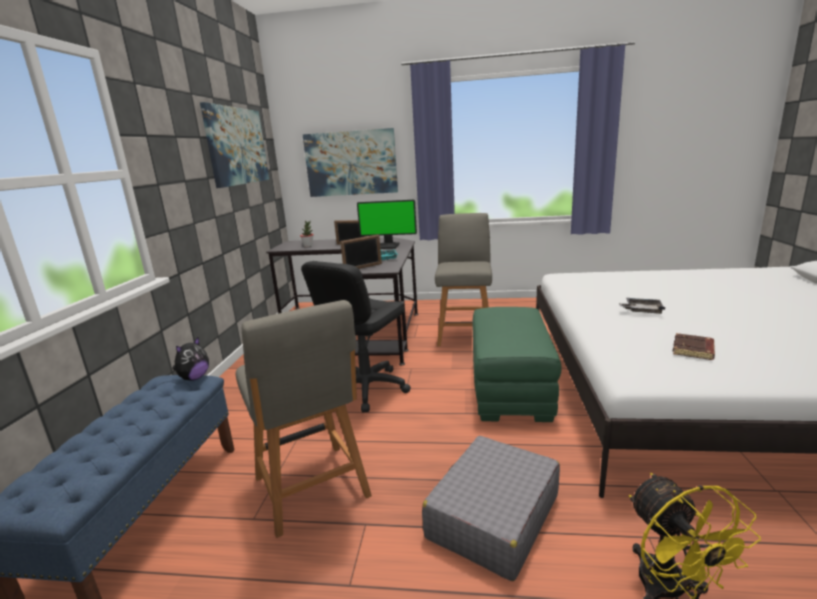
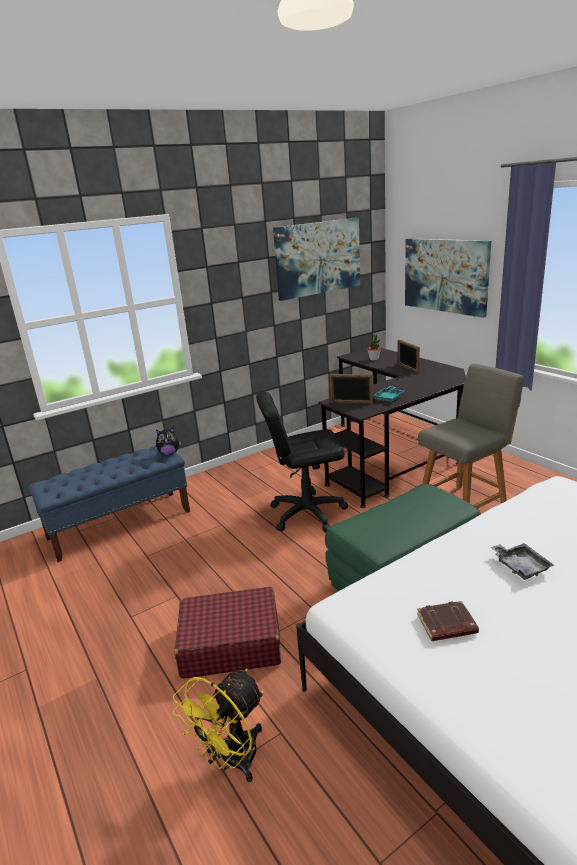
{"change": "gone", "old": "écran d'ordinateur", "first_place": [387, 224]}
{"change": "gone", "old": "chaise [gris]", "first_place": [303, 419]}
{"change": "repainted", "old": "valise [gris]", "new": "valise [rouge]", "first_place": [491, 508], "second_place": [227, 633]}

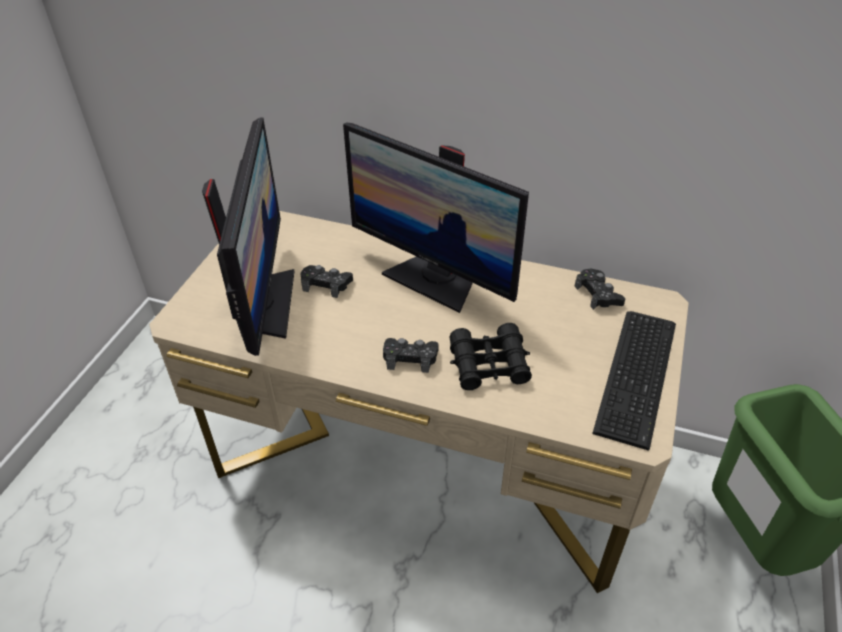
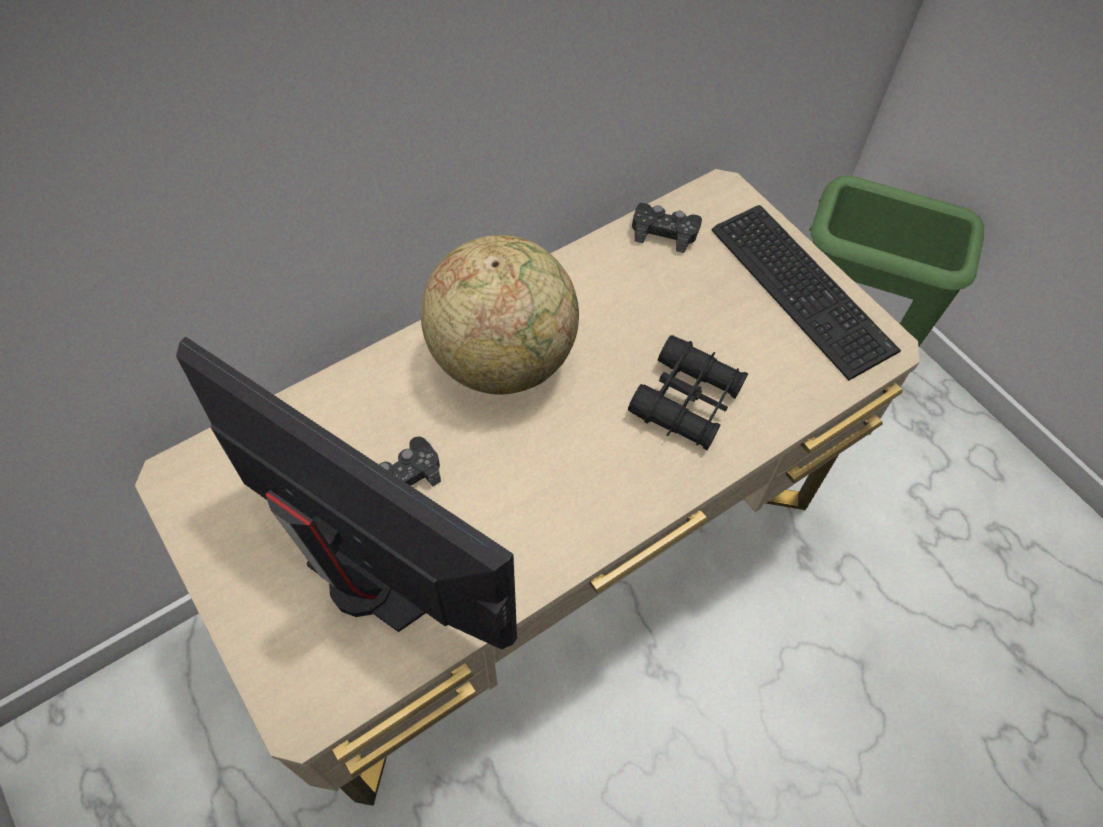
{"change": "swapped", "old": "écran d'ordinateur", "new": "globe", "first_place": [436, 218], "second_place": [500, 315]}
{"change": "gone", "old": "manette [noir]", "first_place": [410, 355]}

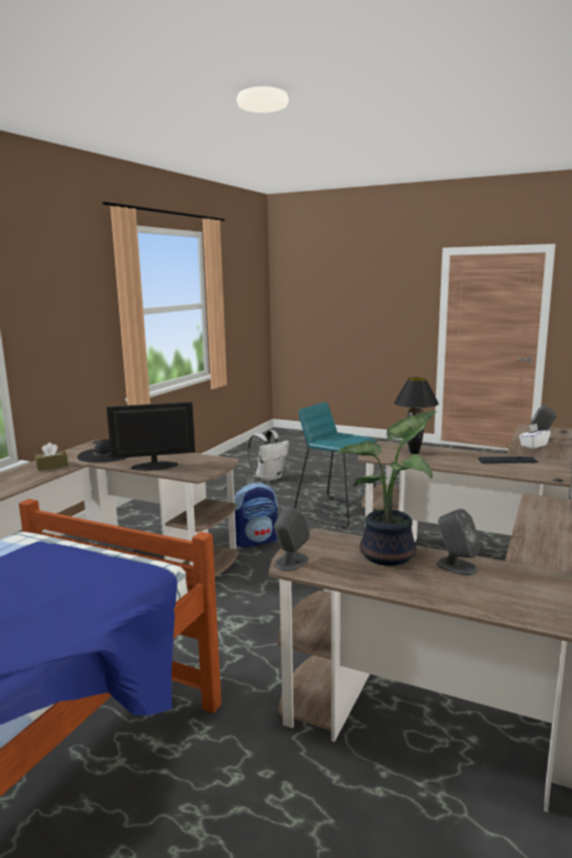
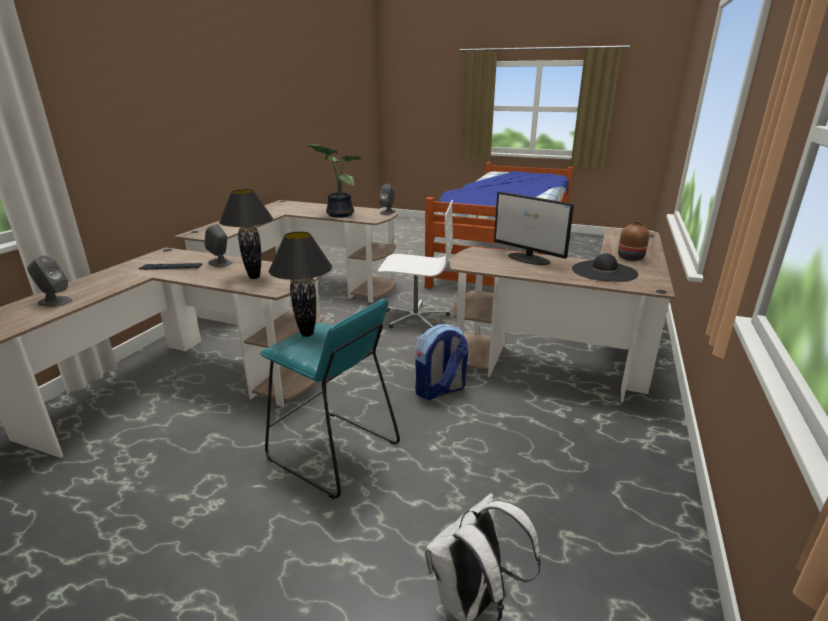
{"change": "rotated", "old": "écran d'ordinateur", "first_place": [150, 436], "second_place": [534, 228], "degrees": 60}
{"change": "gone", "old": "boîte à mouchoirs [blanc]", "first_place": [535, 436]}
{"change": "swapped", "old": "boîte à mouchoirs [marron]", "new": "vase [marron]", "first_place": [51, 457], "second_place": [633, 241]}
{"change": "shifted", "old": "enceinte [gris]", "first_place": [458, 542], "second_place": [218, 245]}
{"change": "new", "new": "chaise de bureau [blanc]", "second_place": [415, 264]}
{"change": "new", "new": "lampe de table [noir]", "second_place": [300, 284]}

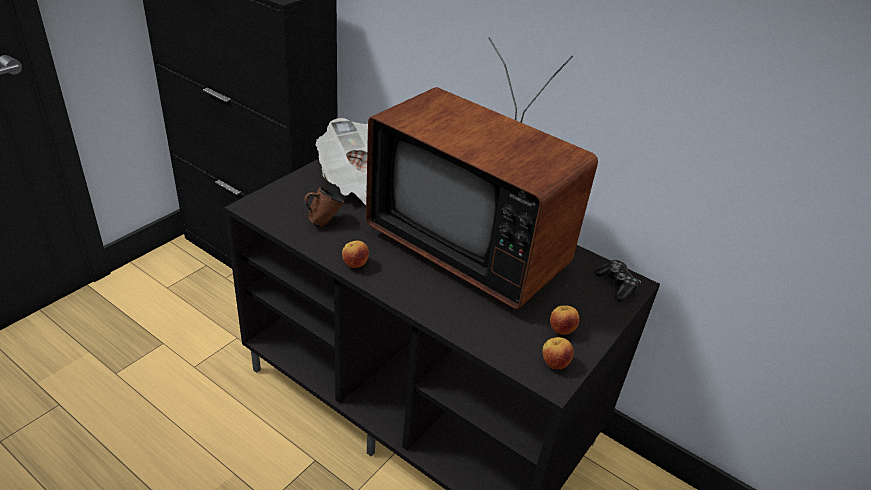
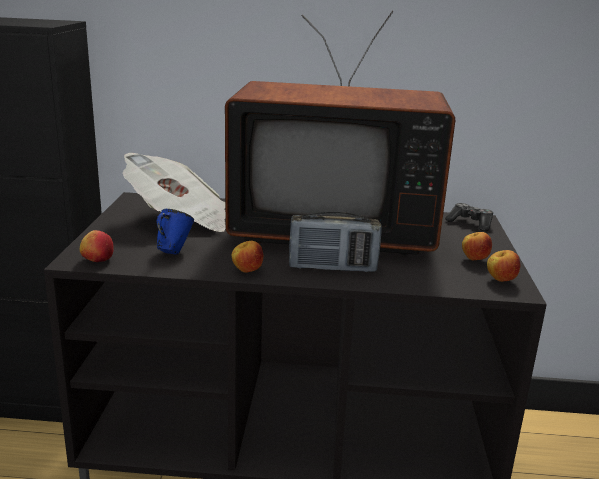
{"change": "repainted", "old": "mug [marron]", "new": "mug [bleu]", "first_place": [324, 207], "second_place": [175, 232]}
{"change": "new", "new": "radio", "second_place": [335, 242]}
{"change": "new", "new": "pomme", "second_place": [97, 246]}

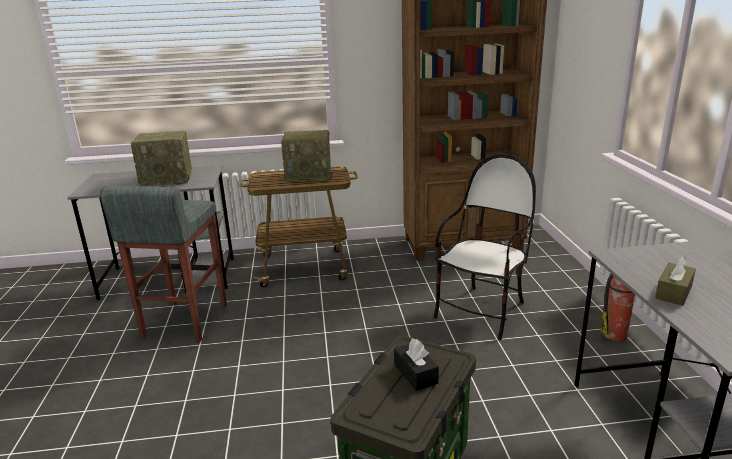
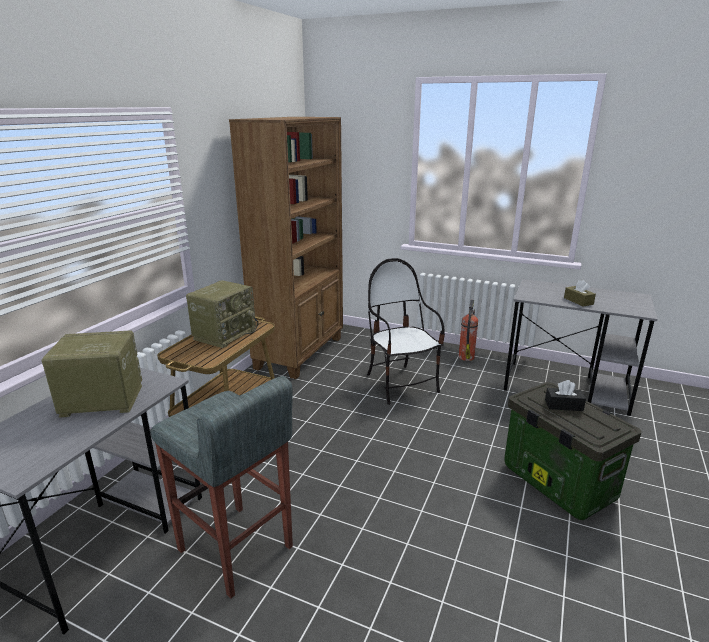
{"change": "rotated", "old": "radio", "first_place": [161, 158], "second_place": [91, 374], "degrees": -120}

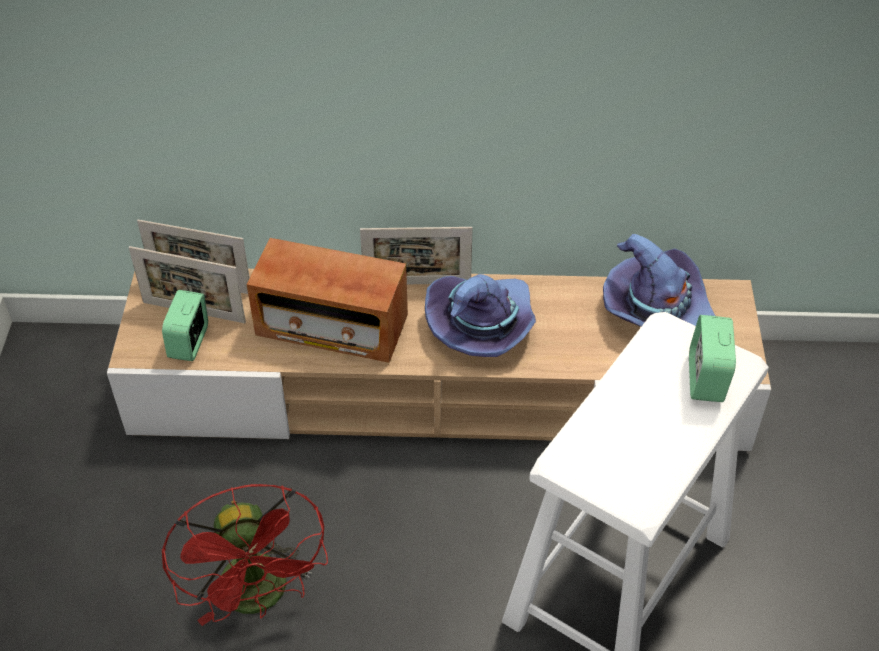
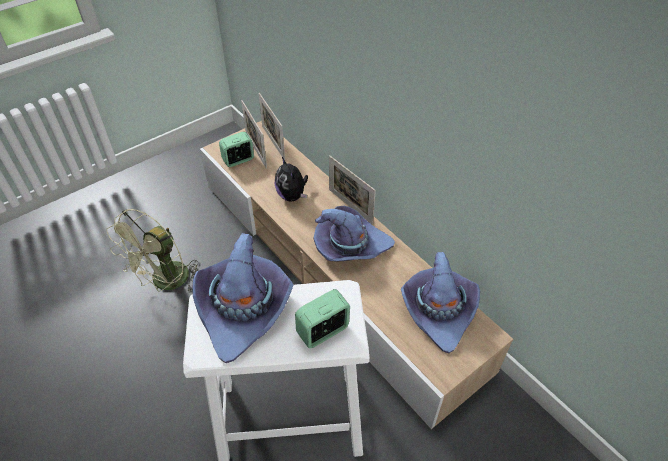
{"change": "swapped", "old": "radio", "new": "peluche", "first_place": [327, 300], "second_place": [291, 179]}
{"change": "repainted", "old": "ventilateur [rouge]", "new": "ventilateur [vert]", "first_place": [244, 555], "second_place": [152, 251]}
{"change": "new", "new": "chapeau [violet]", "second_place": [243, 298]}

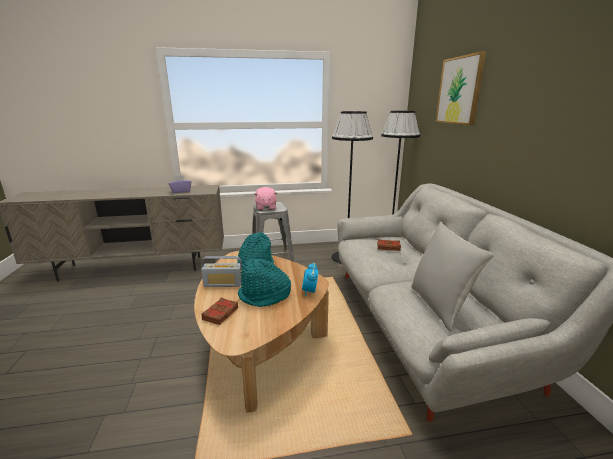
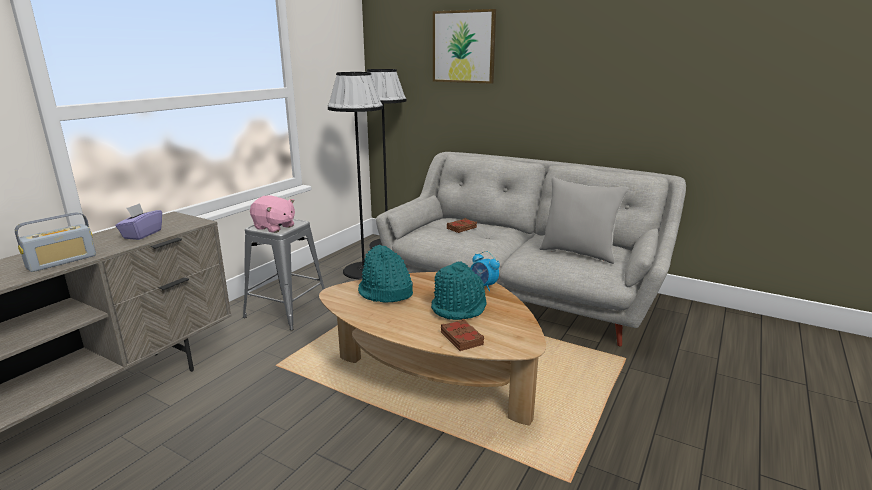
{"change": "shifted", "old": "radio", "first_place": [221, 271], "second_place": [55, 242]}

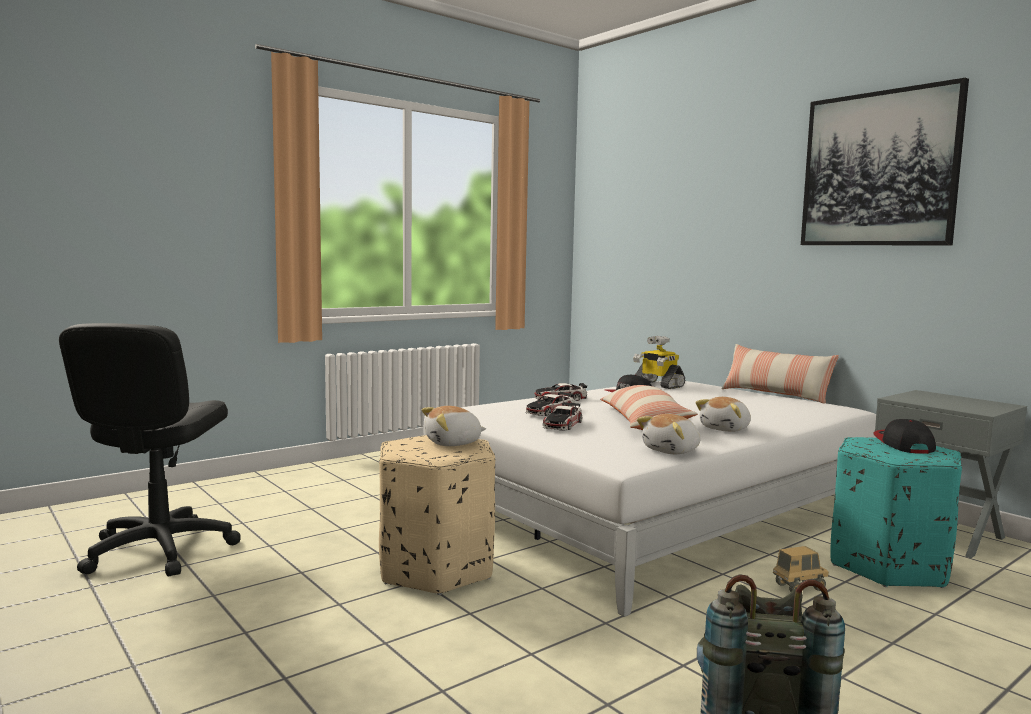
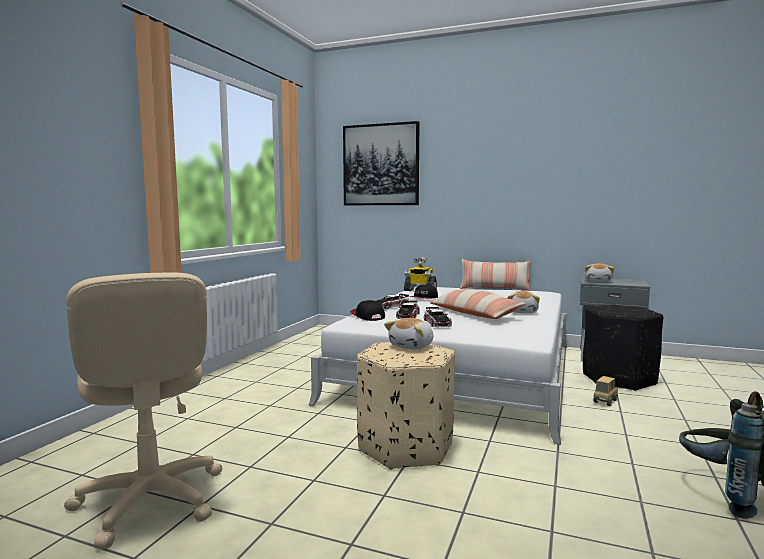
{"change": "shifted", "old": "tableau", "first_place": [885, 161], "second_place": [381, 163]}
{"change": "repainted", "old": "chaise de bureau [noir]", "new": "chaise de bureau [beige]", "first_place": [150, 450], "second_place": [143, 411]}
{"change": "shifted", "old": "peluche", "first_place": [669, 434], "second_place": [599, 272]}
{"change": "shifted", "old": "casquette", "first_place": [904, 436], "second_place": [367, 310]}
{"change": "repainted", "old": "pouf [turquoise]", "new": "pouf [noir]", "first_place": [896, 512], "second_place": [623, 348]}

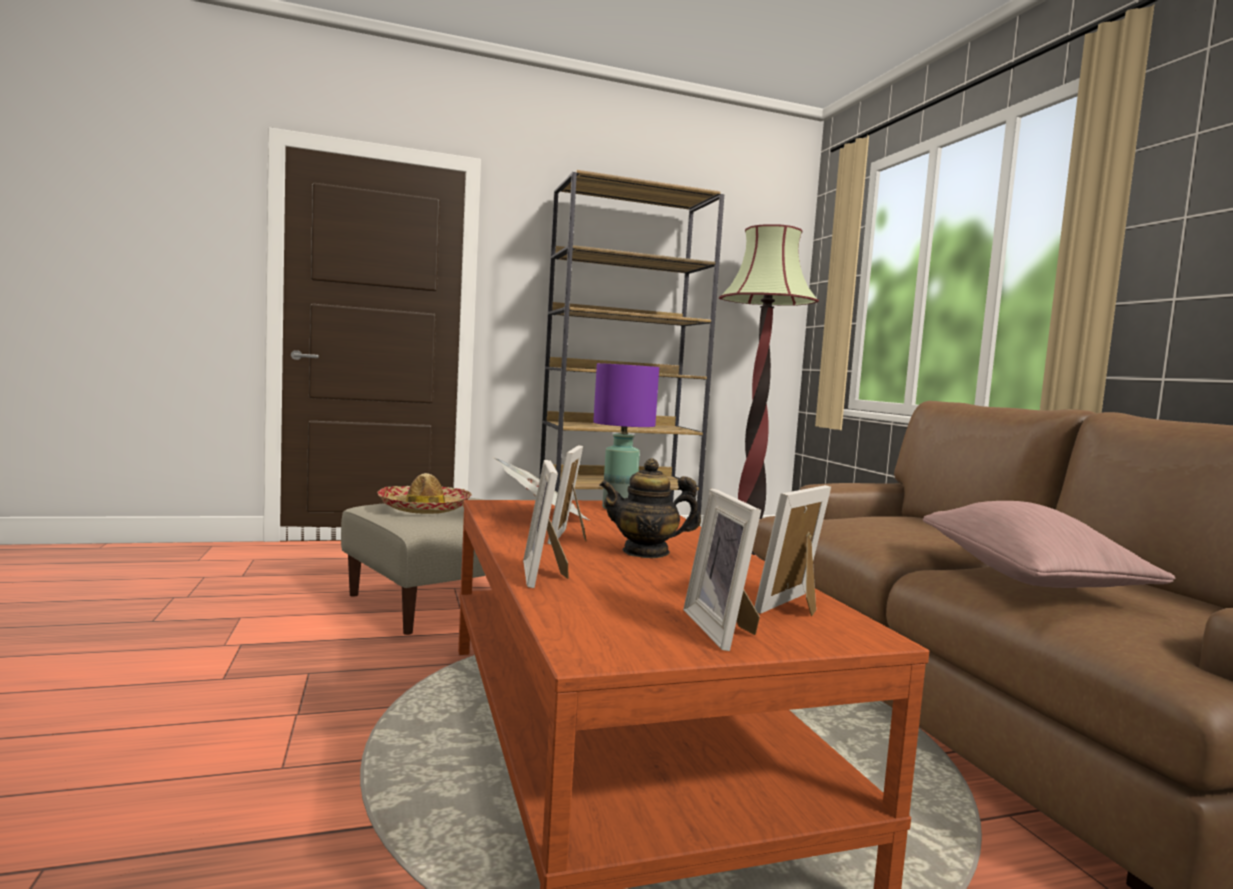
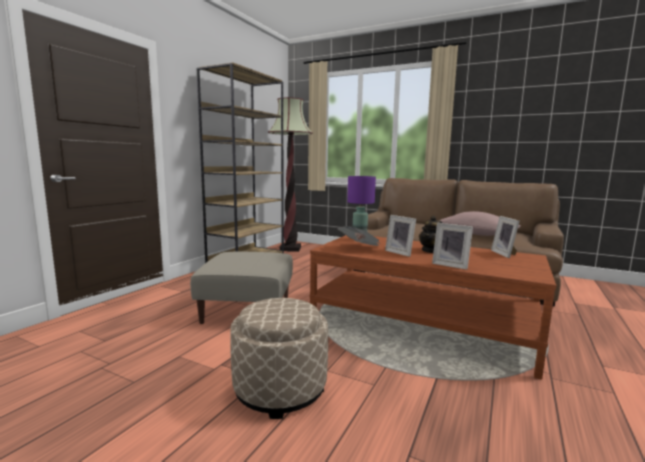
{"change": "gone", "old": "chapeau", "first_place": [424, 493]}
{"change": "gone", "old": "cadre photo", "first_place": [722, 570]}
{"change": "new", "new": "pouf [beige]", "second_place": [279, 358]}

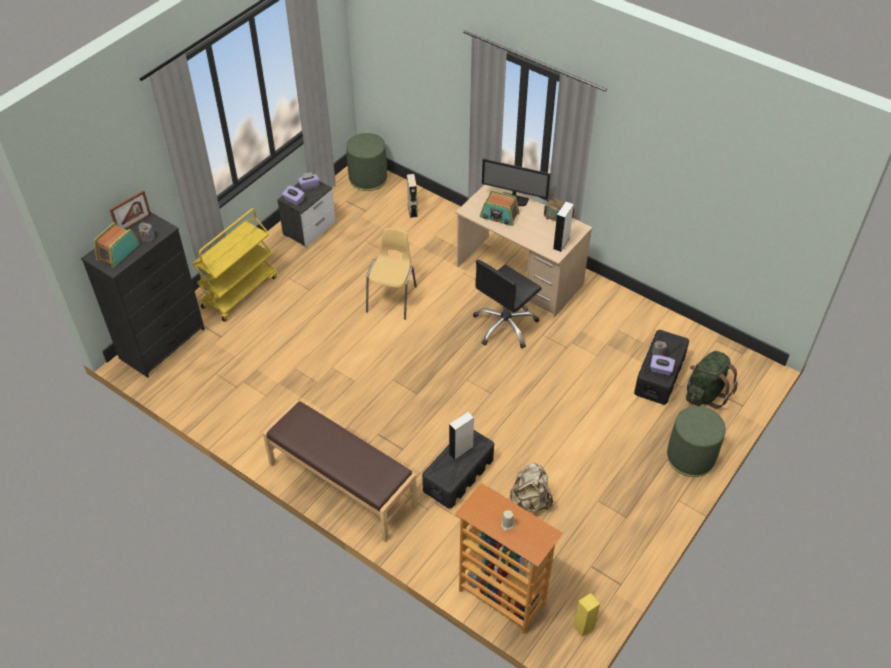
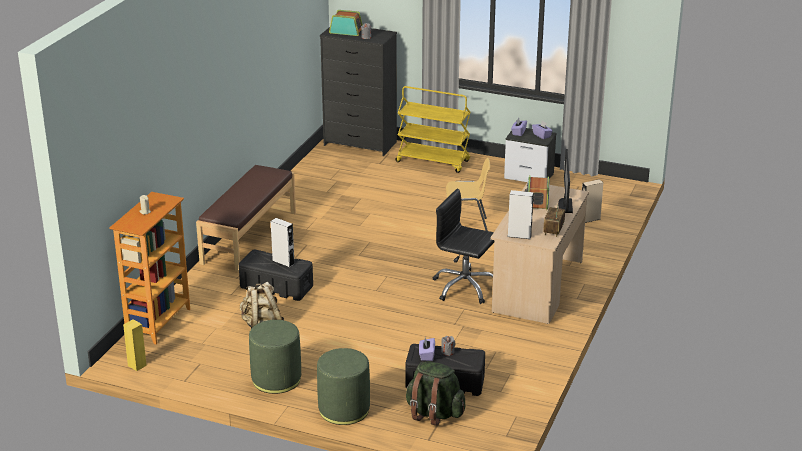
{"change": "shifted", "old": "pouf [vert]", "first_place": [366, 162], "second_place": [275, 357]}
{"change": "gone", "old": "cadre photo", "first_place": [130, 209]}

